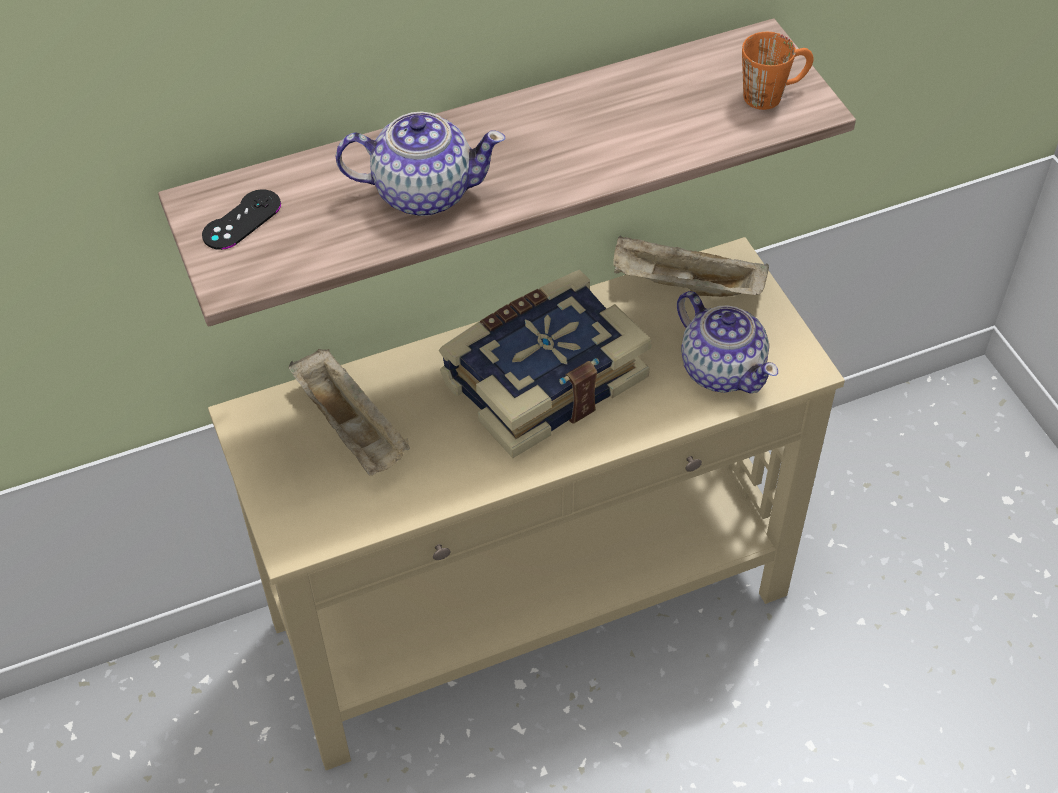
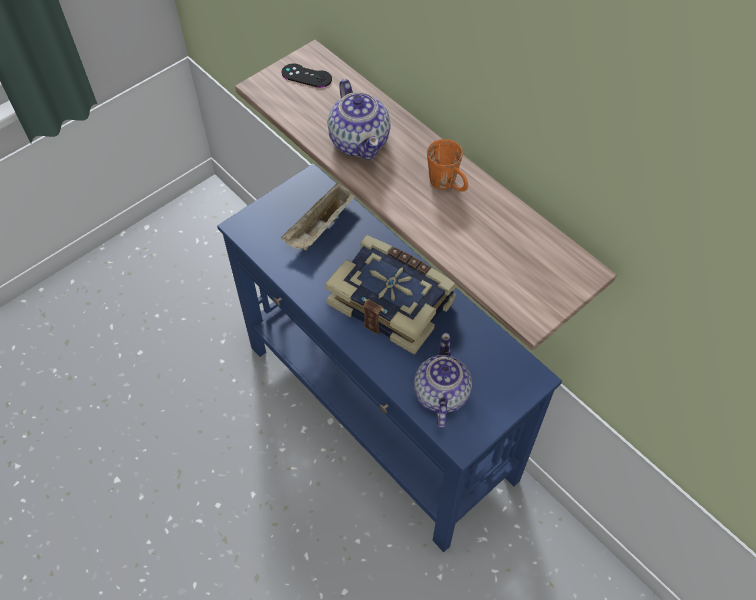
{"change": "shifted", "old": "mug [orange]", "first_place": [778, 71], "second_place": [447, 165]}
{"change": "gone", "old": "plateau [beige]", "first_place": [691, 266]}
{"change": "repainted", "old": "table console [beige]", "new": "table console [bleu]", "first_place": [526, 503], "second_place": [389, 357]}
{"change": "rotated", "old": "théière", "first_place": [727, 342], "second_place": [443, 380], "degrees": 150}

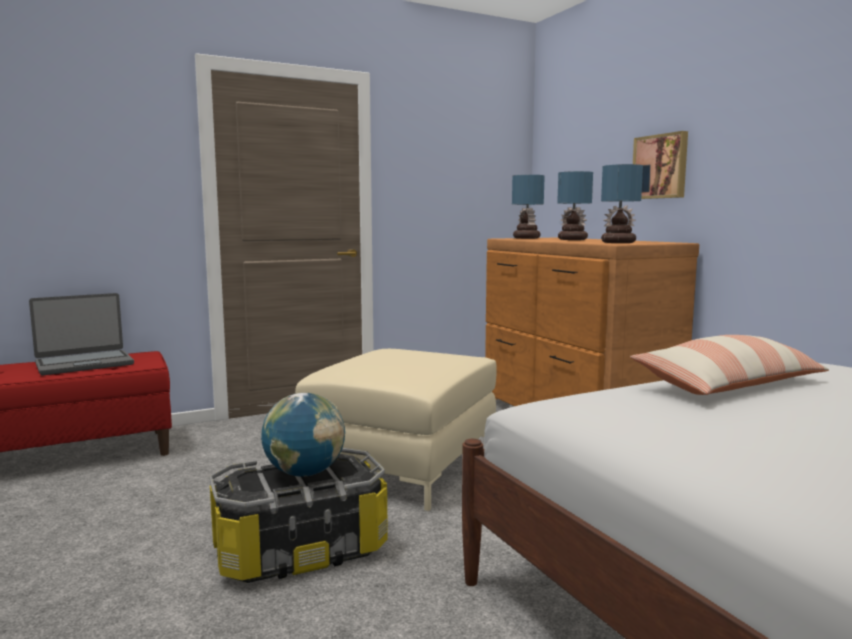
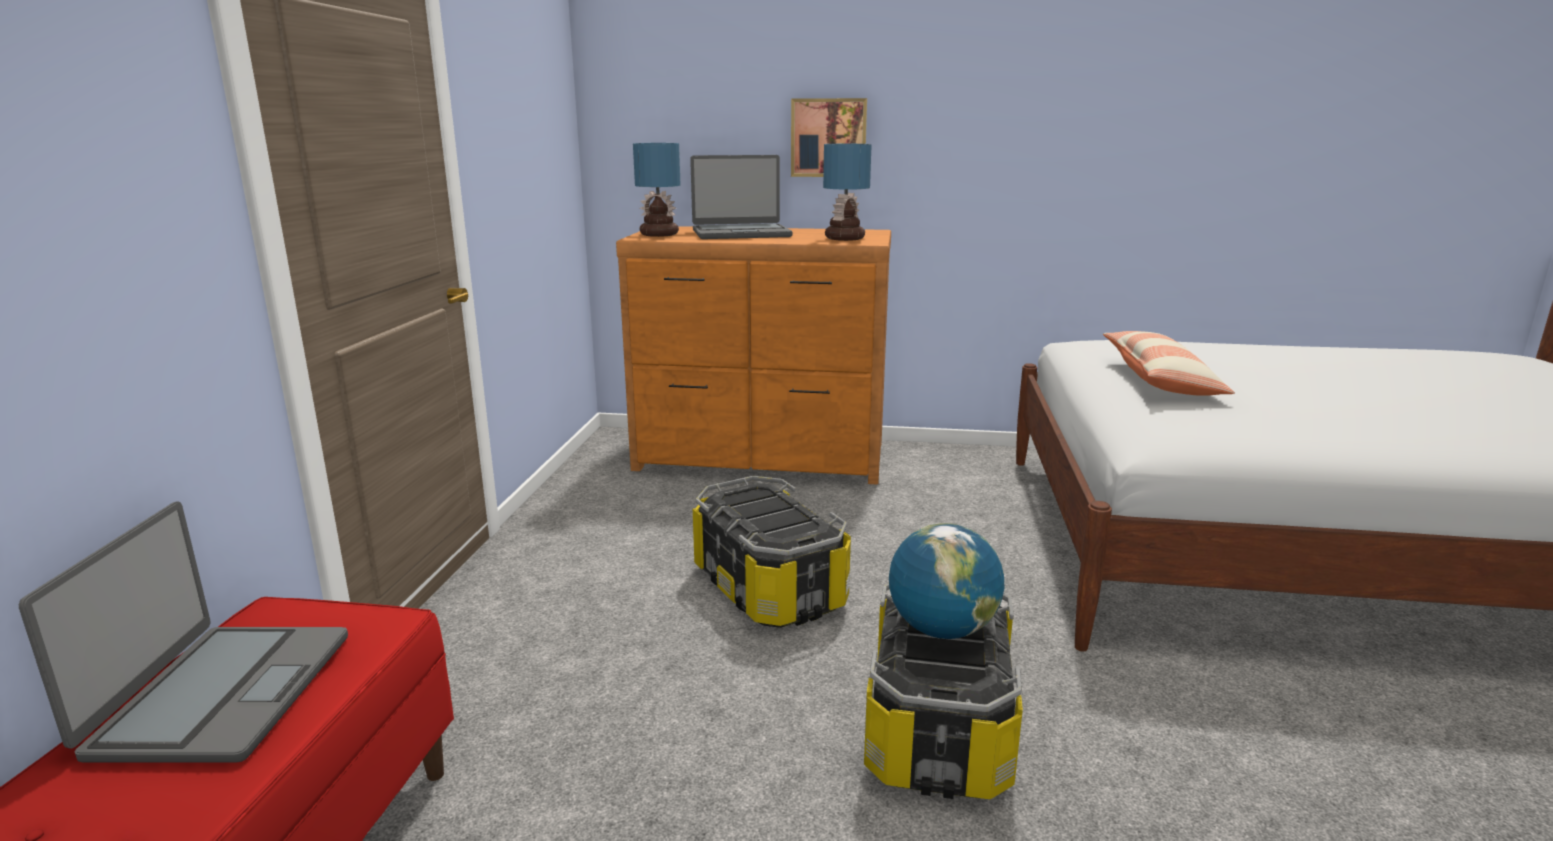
{"change": "swapped", "old": "lampe de table", "new": "ordinateur portable", "first_place": [575, 205], "second_place": [741, 197]}
{"change": "swapped", "old": "pouf [beige]", "new": "boîte de rangement", "first_place": [396, 430], "second_place": [772, 552]}

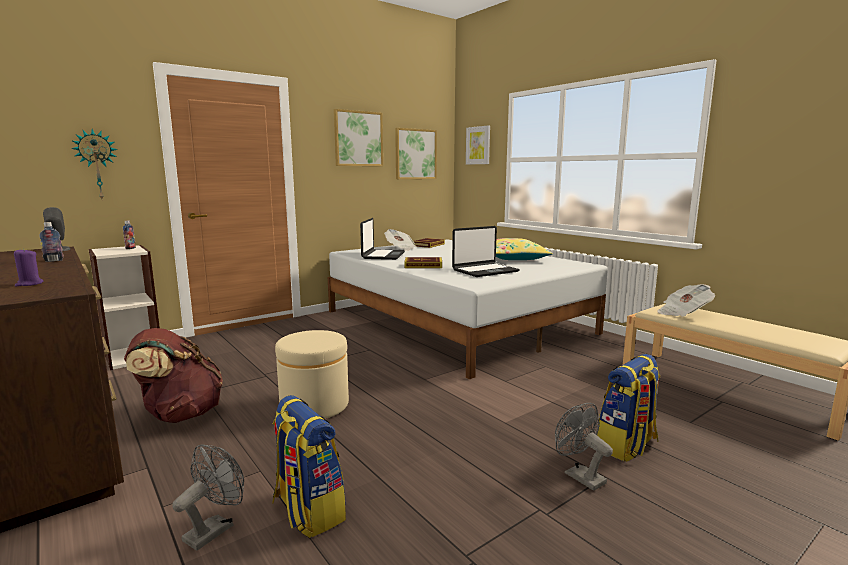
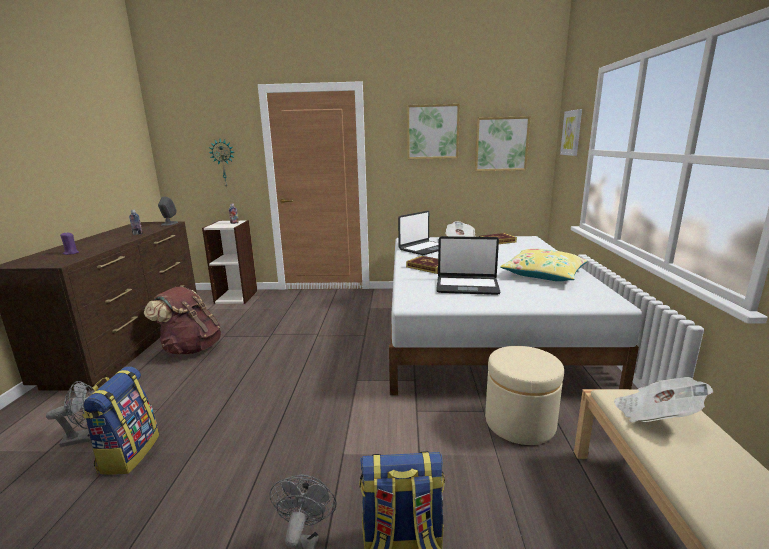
{"change": "shifted", "old": "pouf [beige]", "first_place": [312, 374], "second_place": [524, 395]}

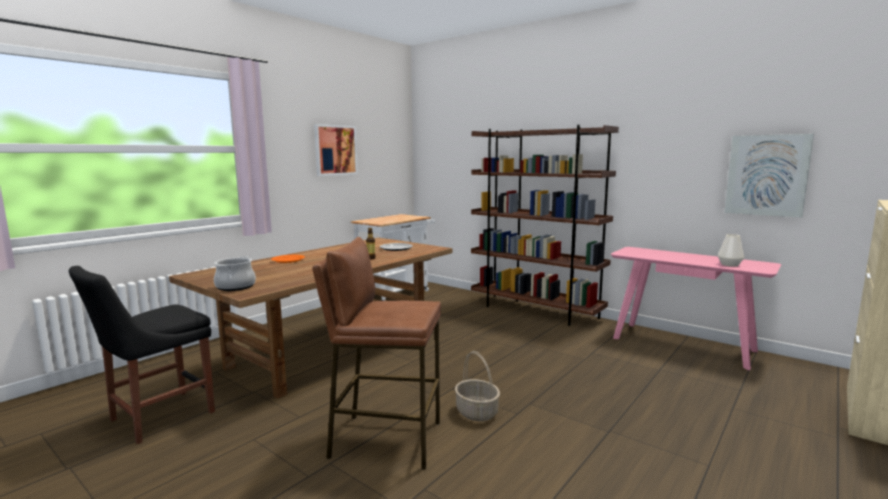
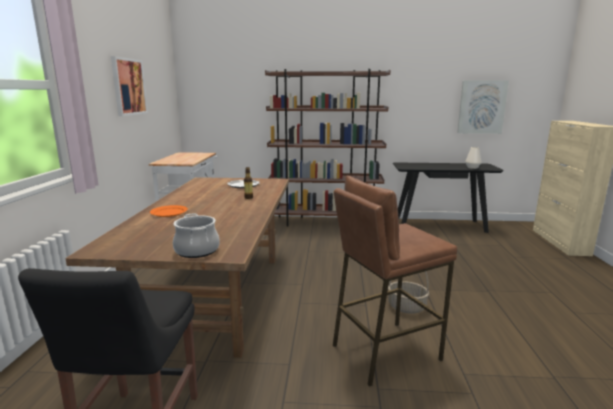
{"change": "repainted", "old": "table console [rose]", "new": "table console [noir]", "first_place": [696, 308], "second_place": [448, 197]}

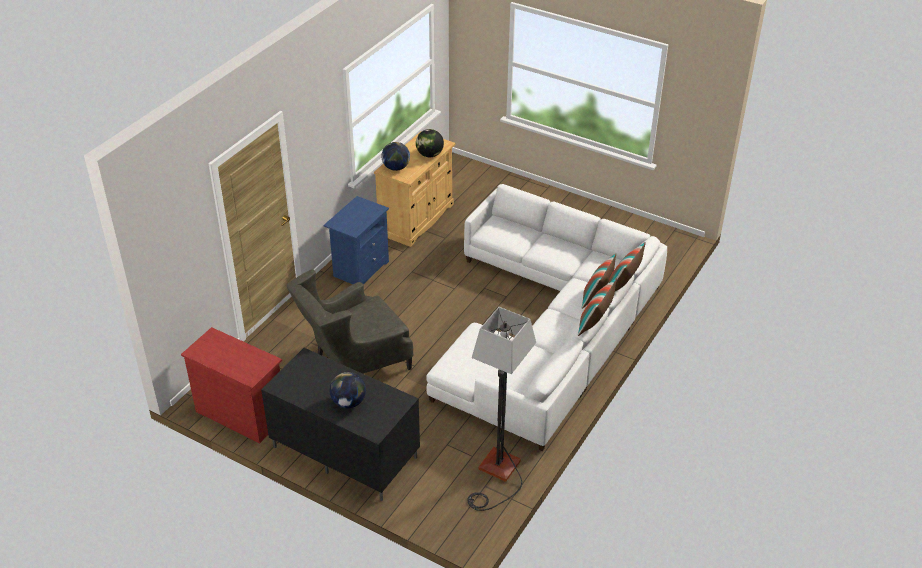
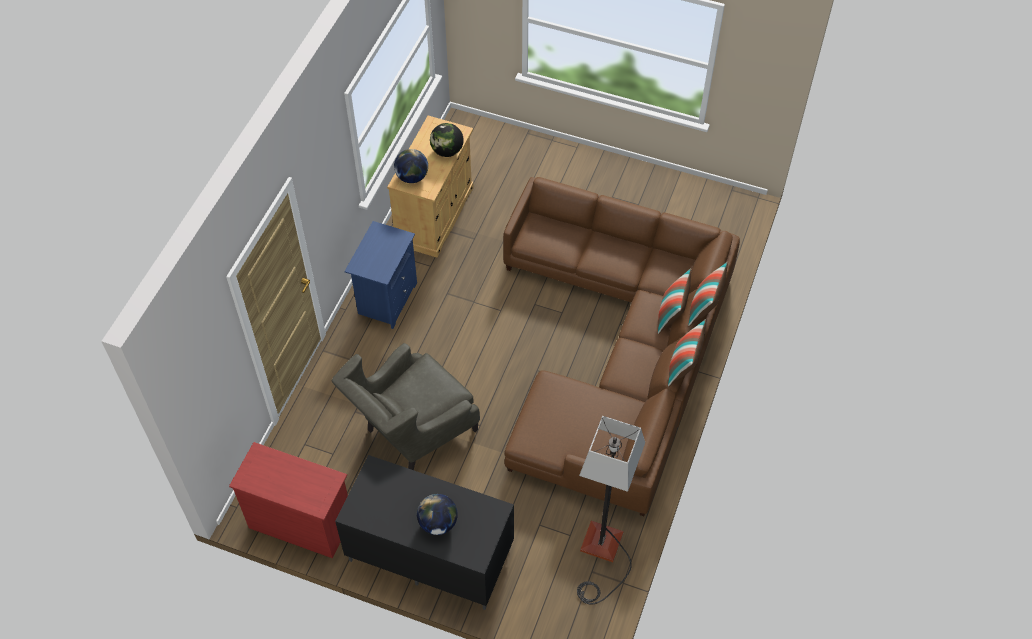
{"change": "repainted", "old": "canapé [blanc]", "new": "canapé [marron]", "first_place": [546, 317], "second_place": [621, 346]}

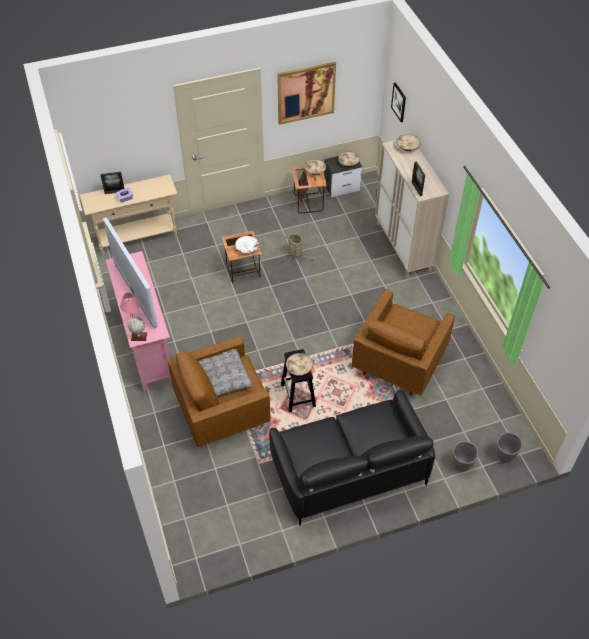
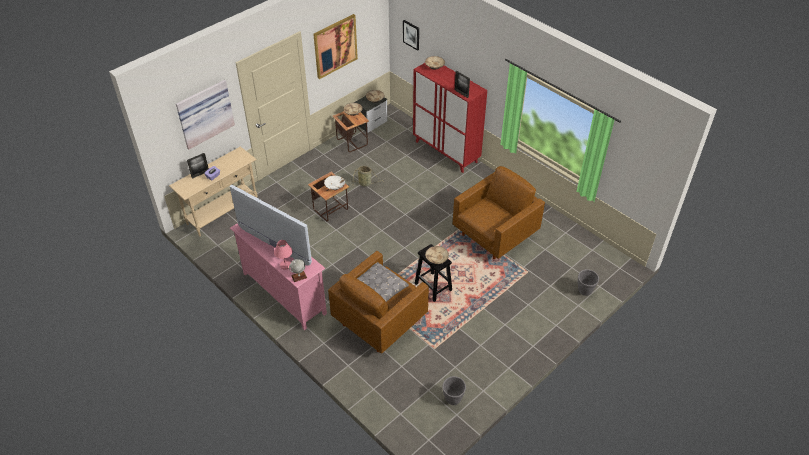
{"change": "repainted", "old": "meuble de rangement [beige]", "new": "meuble de rangement [rouge]", "first_place": [412, 208], "second_place": [450, 118]}
{"change": "rotated", "old": "fauteuil [marron]", "first_place": [403, 342], "second_place": [499, 212], "degrees": -135}
{"change": "gone", "old": "canapé [noir]", "first_place": [352, 457]}
{"change": "shifted", "old": "cache-pot [gris]", "first_place": [509, 447], "second_place": [454, 390]}
{"change": "new", "new": "tableau", "second_place": [205, 114]}

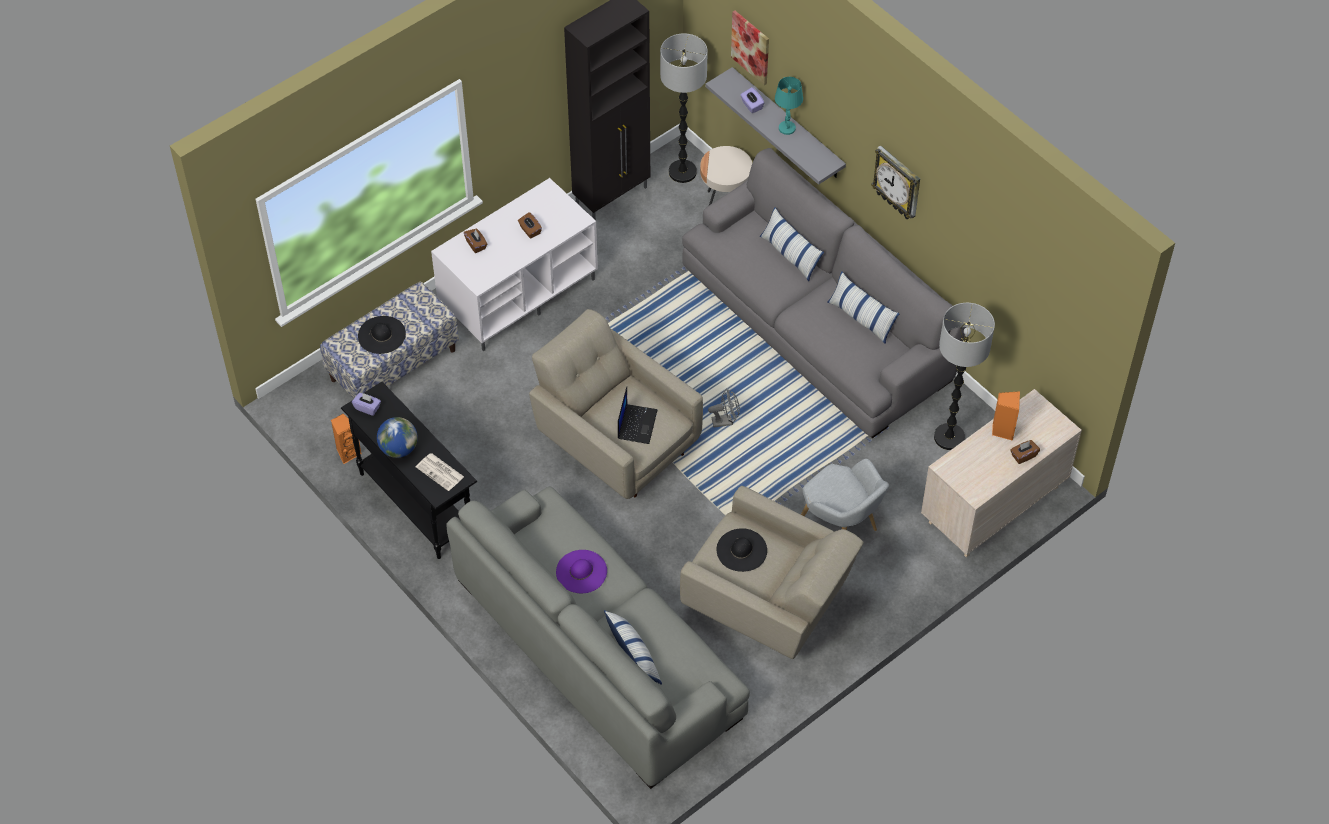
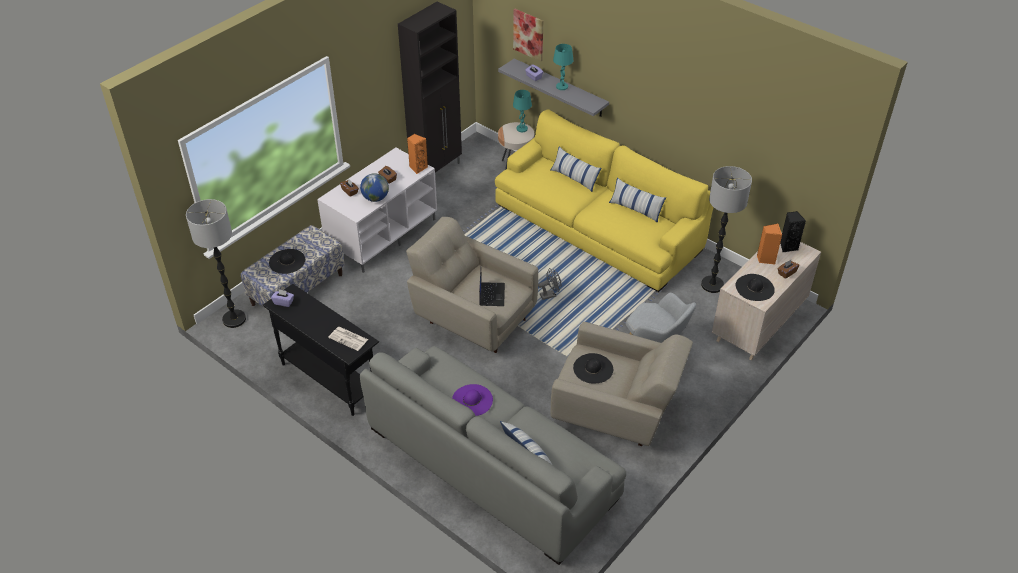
{"change": "shifted", "old": "lampadaire", "first_place": [684, 108], "second_place": [216, 263]}
{"change": "gone", "old": "horloge murale", "first_place": [895, 182]}
{"change": "repainted", "old": "canapé [gris]", "new": "canapé [jaune]", "first_place": [824, 293], "second_place": [604, 200]}
{"change": "shifted", "old": "enceinte [orange]", "first_place": [346, 439], "second_place": [417, 154]}
{"change": "shifted", "old": "globe", "first_place": [397, 437], "second_place": [374, 187]}
{"change": "new", "new": "lampe de table [turquoise]", "second_place": [522, 111]}
{"change": "new", "new": "enceinte [noir]", "second_place": [793, 231]}
{"change": "new", "new": "chapeau [noir]", "second_place": [755, 287]}

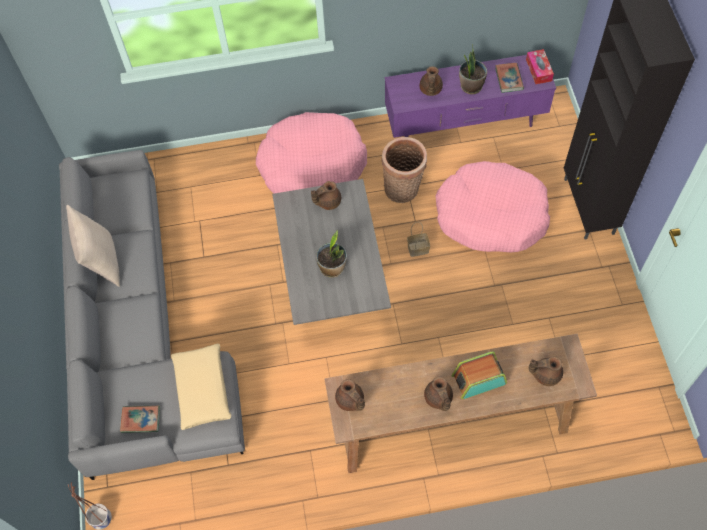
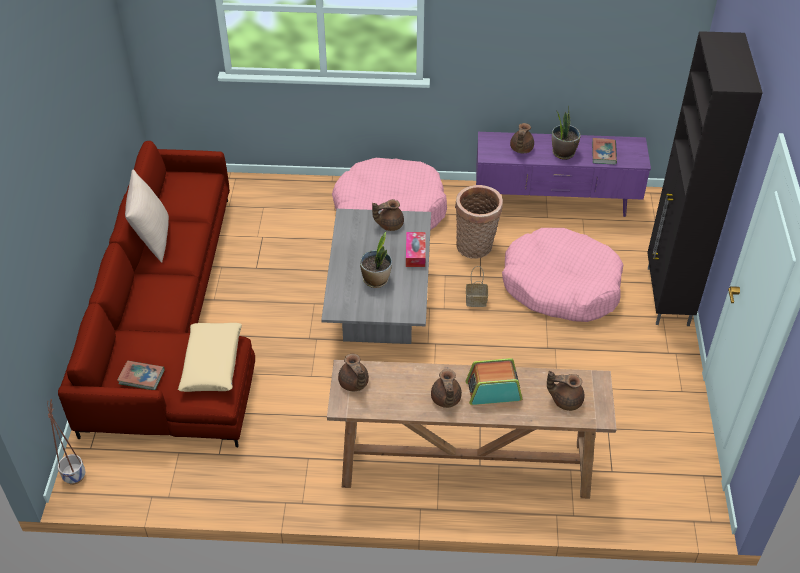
{"change": "shifted", "old": "boîte à mouchoirs", "first_place": [540, 66], "second_place": [416, 249]}
{"change": "repainted", "old": "canapé [gris]", "new": "canapé [rouge]", "first_place": [152, 315], "second_place": [156, 294]}

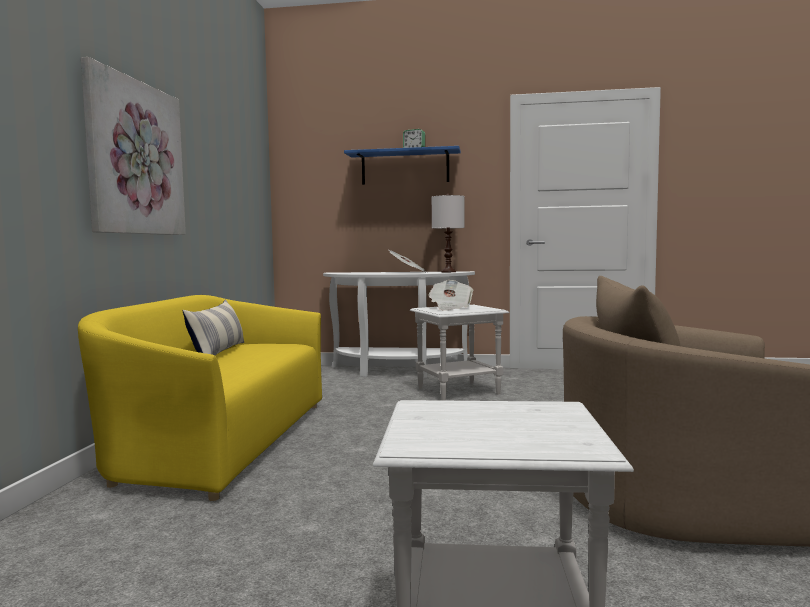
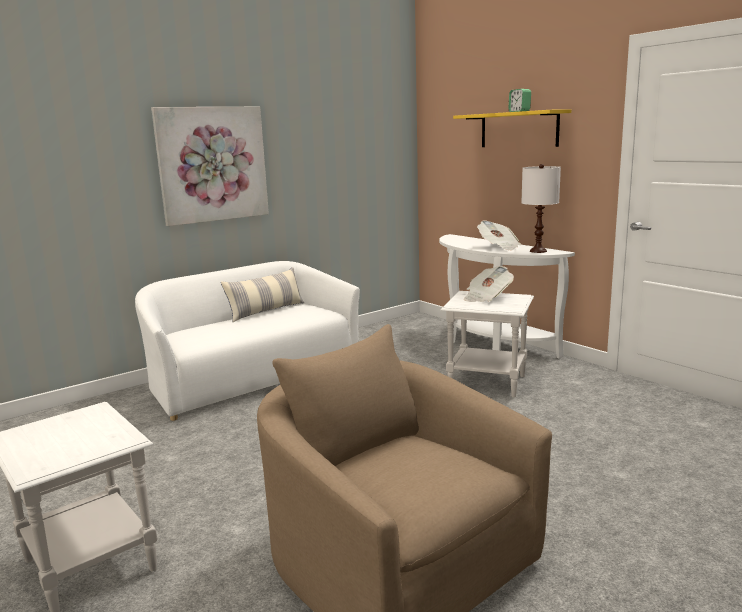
{"change": "repainted", "old": "étagère [bleu]", "new": "étagère [jaune]", "first_place": [402, 165], "second_place": [512, 128]}
{"change": "repainted", "old": "canapé [jaune]", "new": "canapé [blanc]", "first_place": [200, 398], "second_place": [247, 341]}

